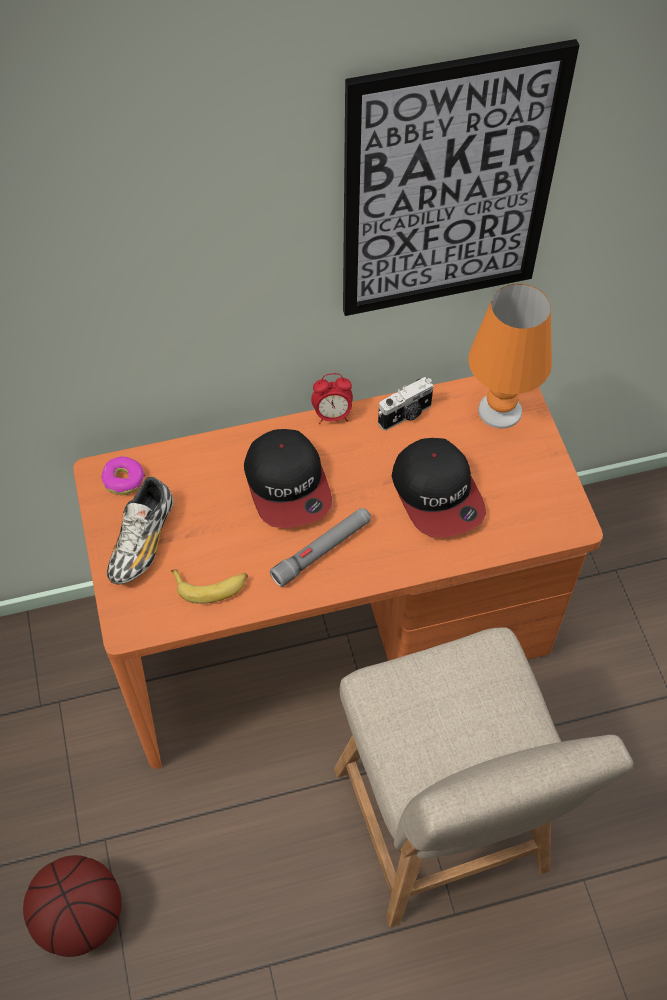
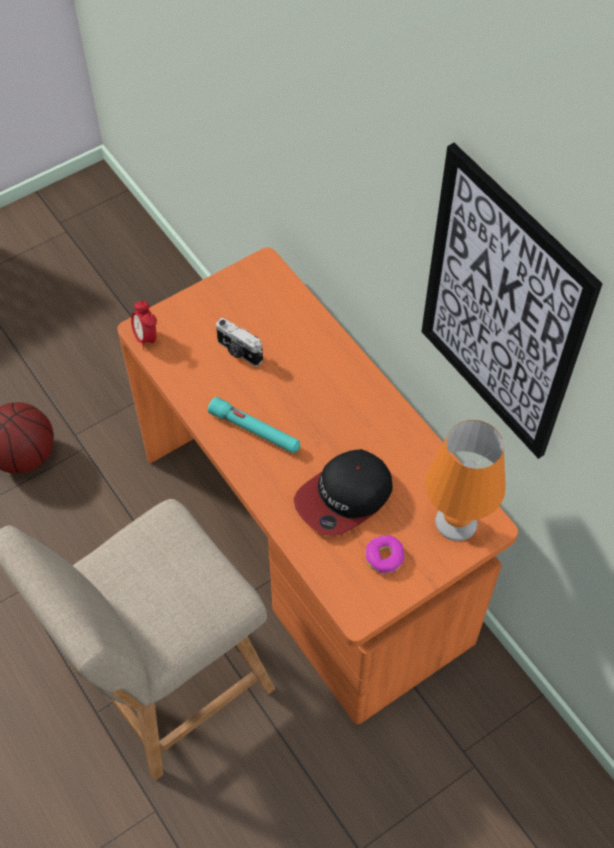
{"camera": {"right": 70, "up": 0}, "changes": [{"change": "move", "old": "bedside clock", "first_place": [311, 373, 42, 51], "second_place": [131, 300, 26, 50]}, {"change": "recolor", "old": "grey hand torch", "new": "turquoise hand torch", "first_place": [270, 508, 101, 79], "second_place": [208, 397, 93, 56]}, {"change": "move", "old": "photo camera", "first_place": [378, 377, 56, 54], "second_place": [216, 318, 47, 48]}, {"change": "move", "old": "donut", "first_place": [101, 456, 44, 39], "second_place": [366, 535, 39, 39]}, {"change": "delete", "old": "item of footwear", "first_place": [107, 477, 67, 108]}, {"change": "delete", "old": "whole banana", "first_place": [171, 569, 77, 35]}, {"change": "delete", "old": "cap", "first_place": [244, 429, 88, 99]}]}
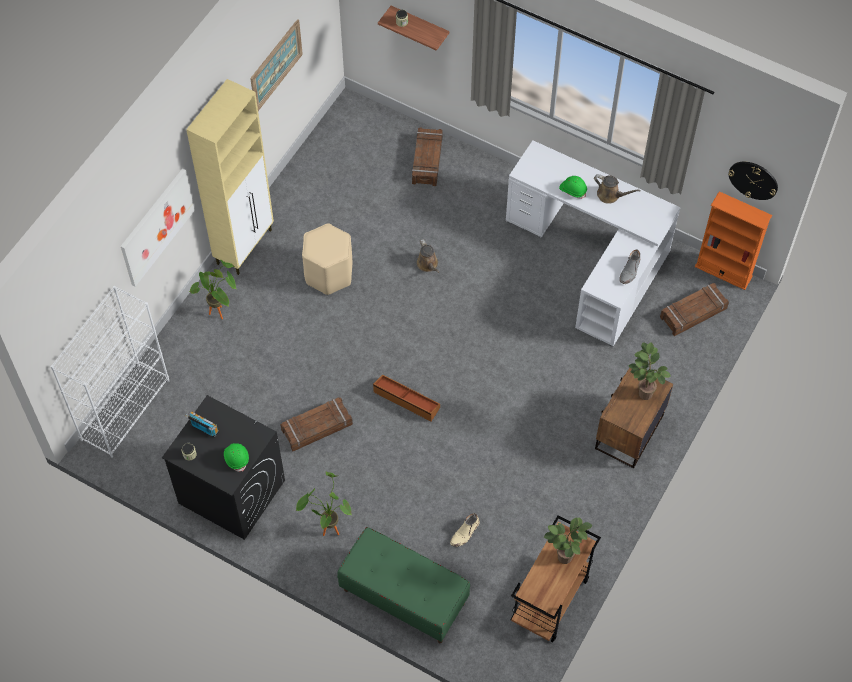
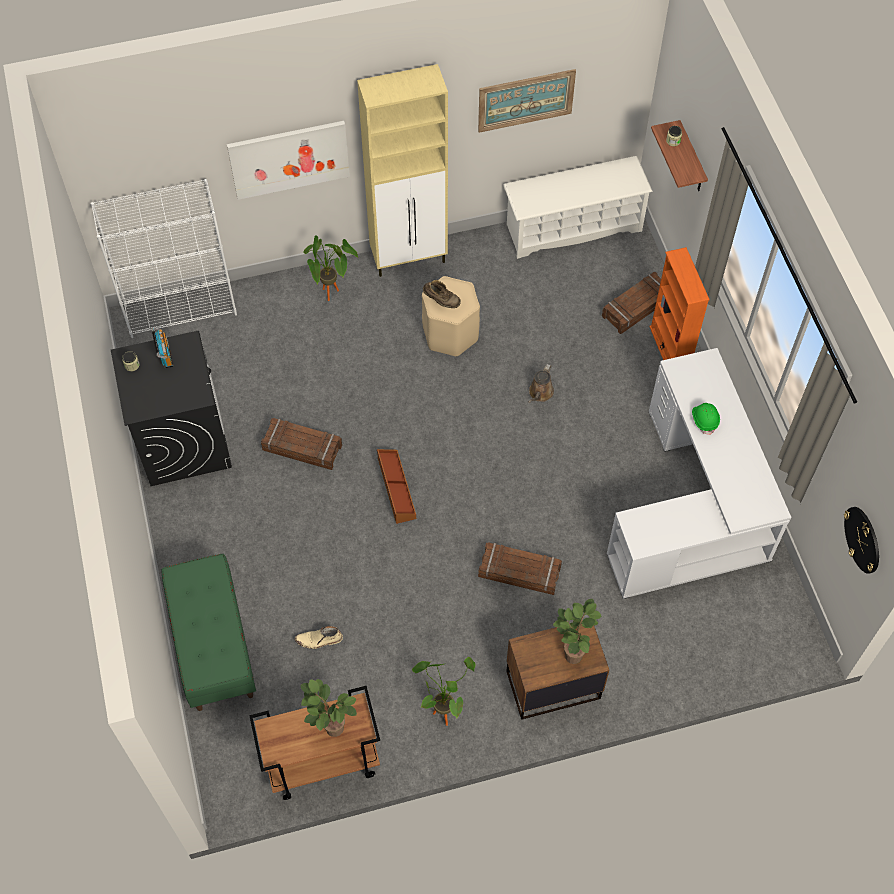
{"camera": {"right": 45, "up": 0}, "changes": [{"change": "move", "old": "houseplant", "first_place": [296, 472, 56, 64], "second_place": [412, 657, 64, 69]}, {"change": "insert", "new": "brownish tall boot", "second_place": [423, 280, 38, 28]}, {"change": "move", "old": "crate", "first_place": [660, 283, 69, 53], "second_place": [478, 542, 84, 53]}, {"change": "insert", "new": "white shoe rack", "second_place": [504, 156, 149, 103]}, {"change": "move", "old": "orangey shelving unit", "first_place": [695, 191, 77, 99], "second_place": [649, 247, 61, 113]}, {"change": "delete", "old": "green-coloured work helmet", "first_place": [224, 443, 25, 29]}, {"change": "delete", "old": "brownish sprinkling can", "first_place": [594, 174, 47, 30]}, {"change": "delete", "old": "grey tall boot", "first_place": [619, 249, 21, 35]}]}
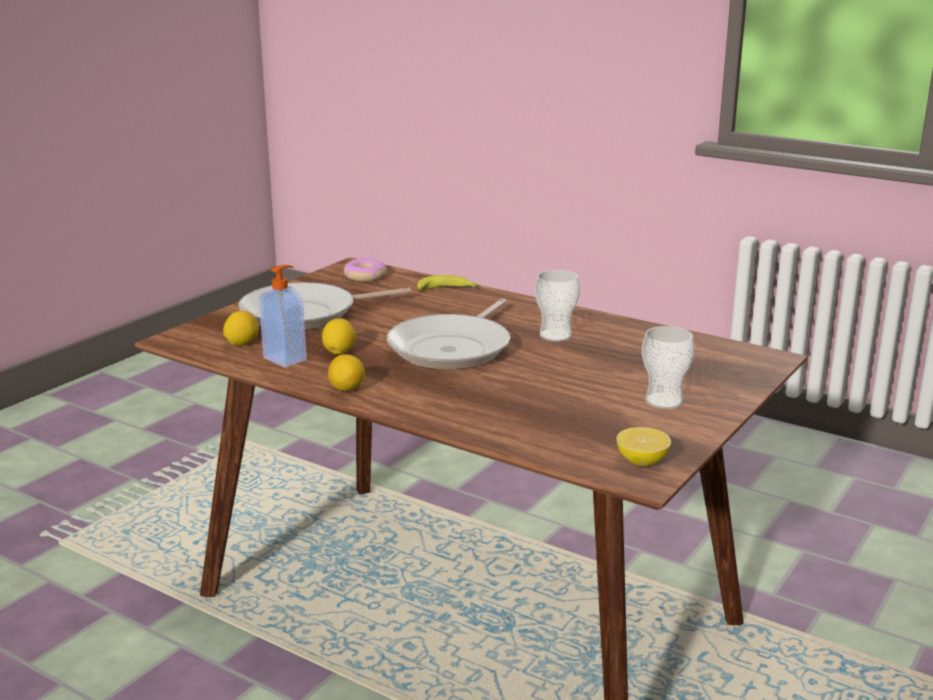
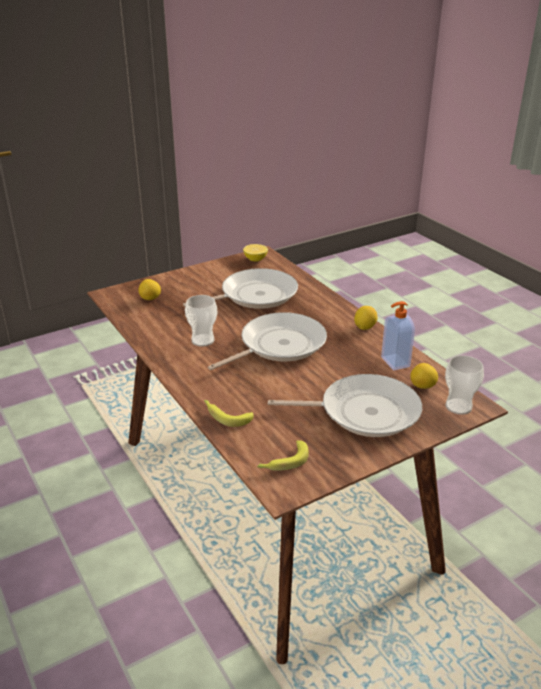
{"camera": {"right": -155, "up": 10}, "changes": [{"change": "move", "old": "whole lemon", "first_place": [322, 318, 34, 37], "second_place": [138, 279, 23, 21]}, {"change": "insert", "new": "skillet", "second_place": [183, 268, 115, 41]}, {"change": "replace", "old": "donut", "new": "whole banana", "first_place": [344, 258, 43, 24], "second_place": [257, 440, 52, 31]}, {"change": "move", "old": "small cup", "first_place": [642, 326, 53, 83], "second_place": [445, 355, 39, 60]}]}
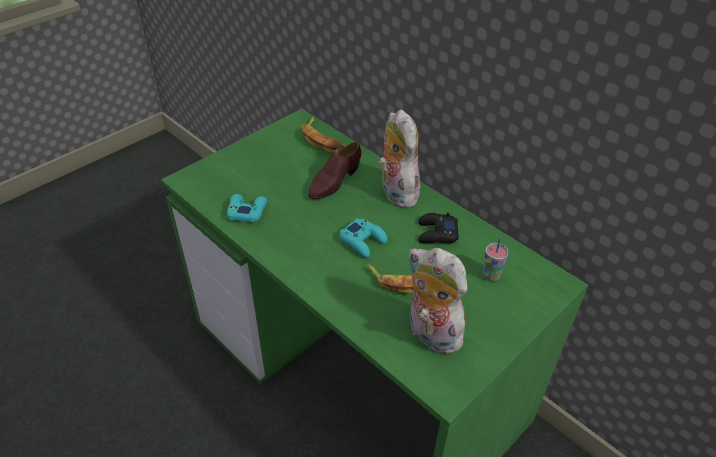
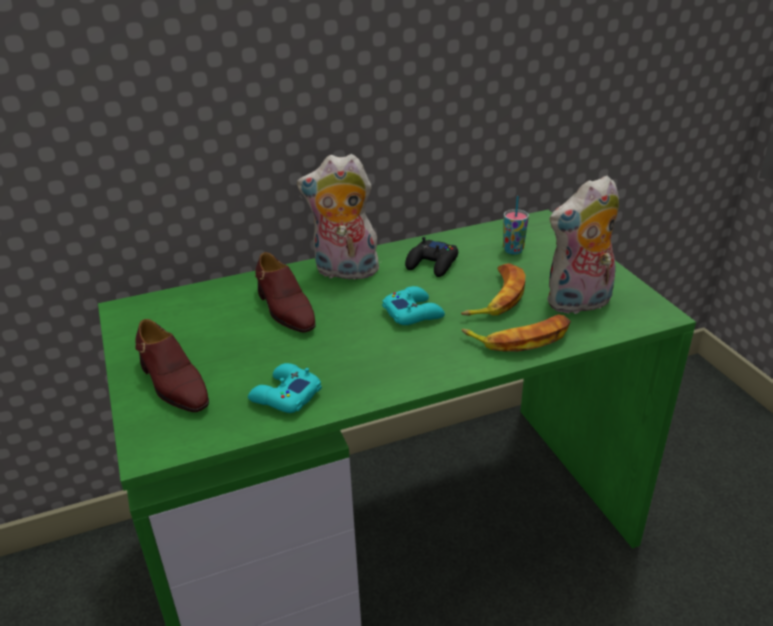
{"camera": {"right": -65, "up": -10}, "changes": [{"change": "insert", "new": "brownish item of footwear", "second_place": [135, 319, 74, 93]}, {"change": "move", "old": "whole banana", "first_place": [302, 117, 43, 36], "second_place": [462, 315, 109, 37]}]}
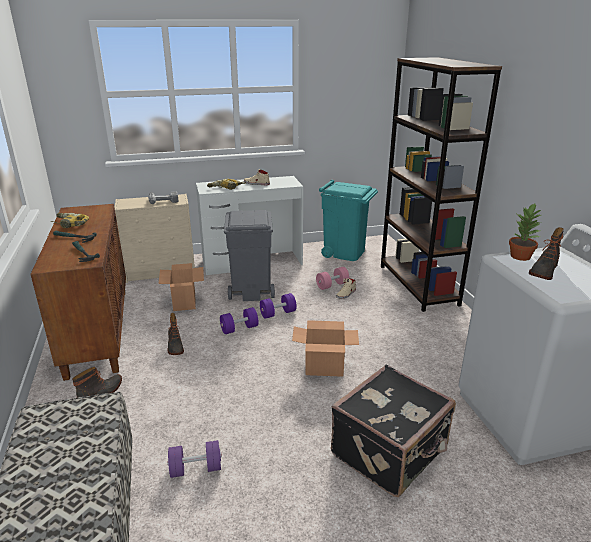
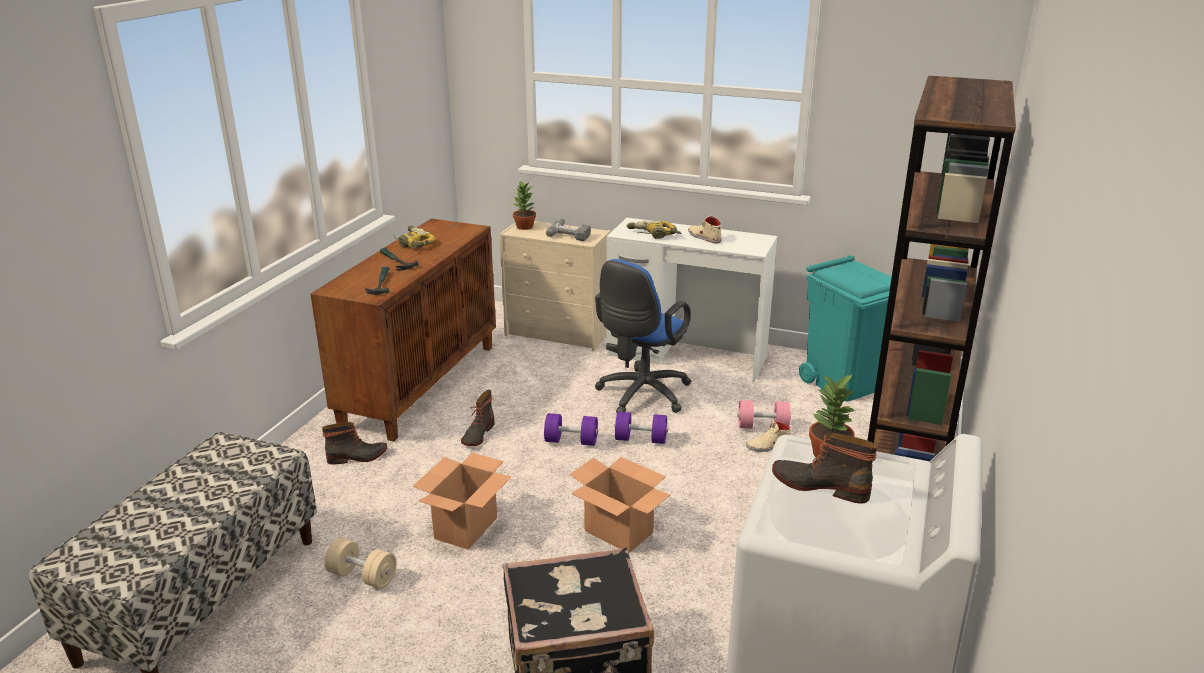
{"camera": {"right": 35, "up": 0}, "changes": [{"change": "recolor", "old": "purple free weight", "new": "sand-coloured free weight", "first_place": [167, 440, 55, 38], "second_place": [324, 538, 73, 51]}, {"change": "move", "old": "packing box", "first_place": [158, 263, 46, 48], "second_place": [413, 453, 98, 97]}, {"change": "insert", "new": "houseplant", "second_place": [512, 182, 24, 48]}, {"change": "replace", "old": "grey rubbish bin", "new": "blue-coloured desk chair", "first_place": [224, 210, 51, 91], "second_place": [595, 259, 96, 154]}, {"change": "rotate", "old": "tall boot", "first_place": [529, 227, 35, 53], "second_place": [772, 433, 105, 71], "degrees": 45}]}
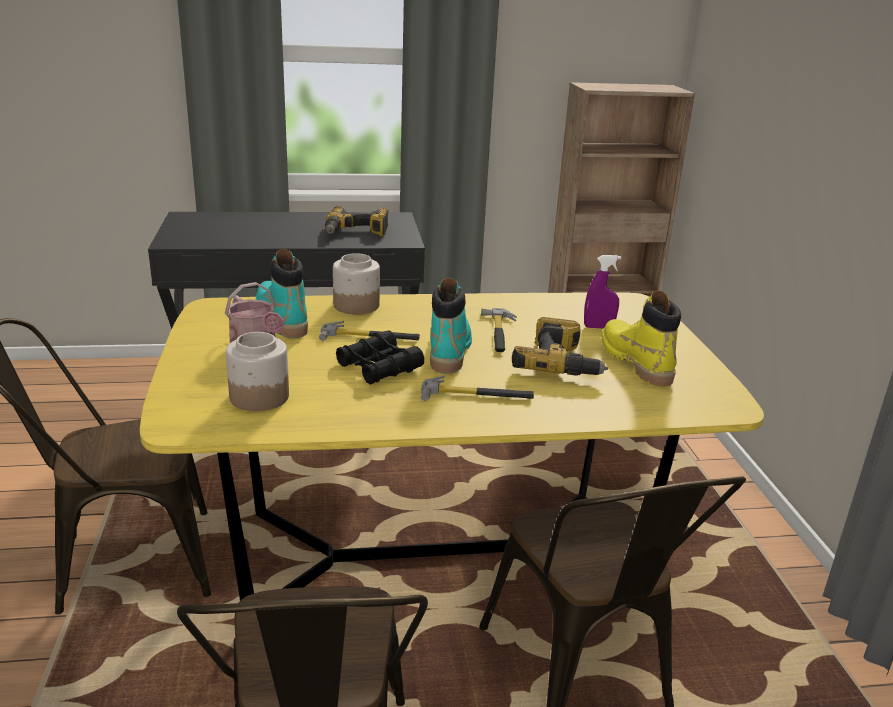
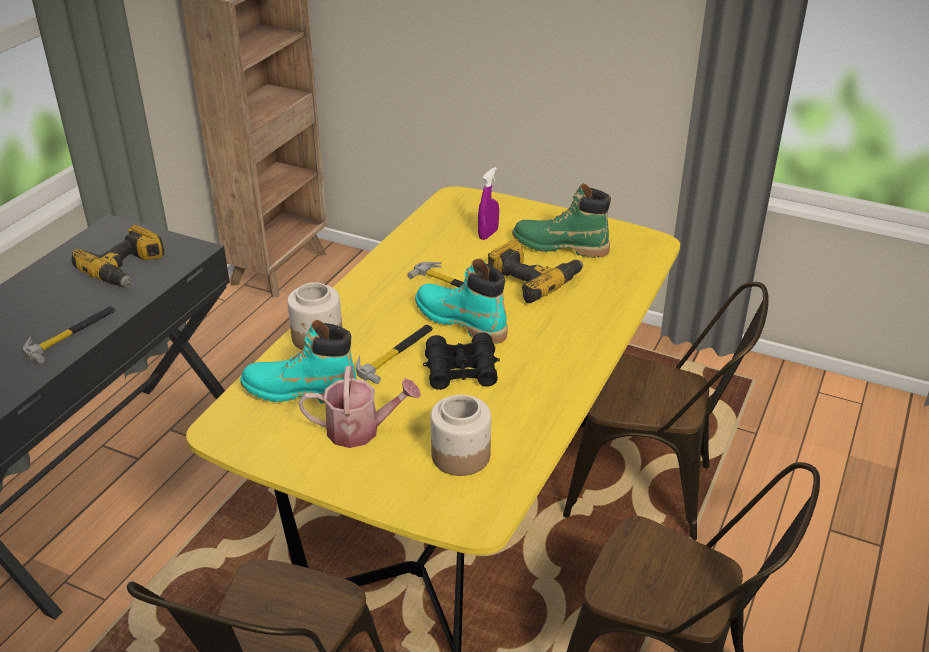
{"camera": {"right": -55, "up": 10}, "changes": [{"change": "move", "old": "hand hammer", "first_place": [421, 375, 113, 26], "second_place": [23, 306, 92, 58]}, {"change": "recolor", "old": "yellow-coloured tall boot", "new": "green-coloured tall boot", "first_place": [601, 291, 80, 96], "second_place": [512, 183, 99, 75]}]}
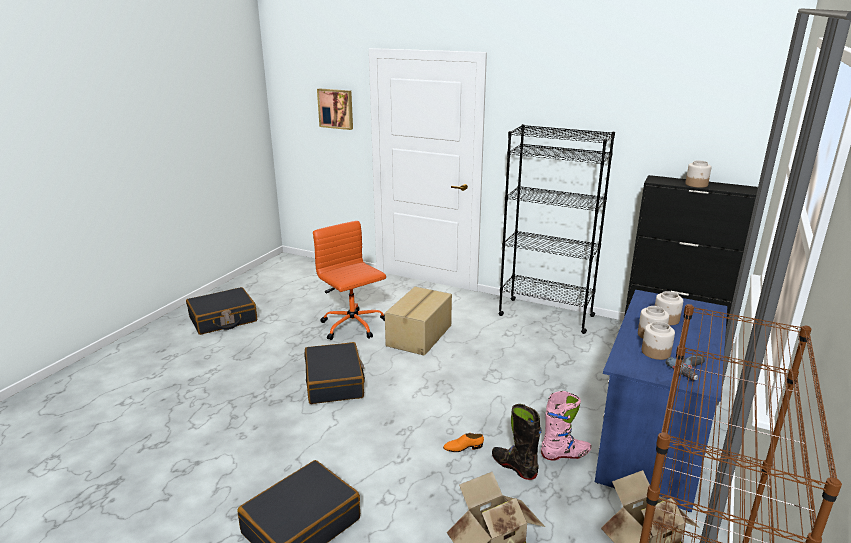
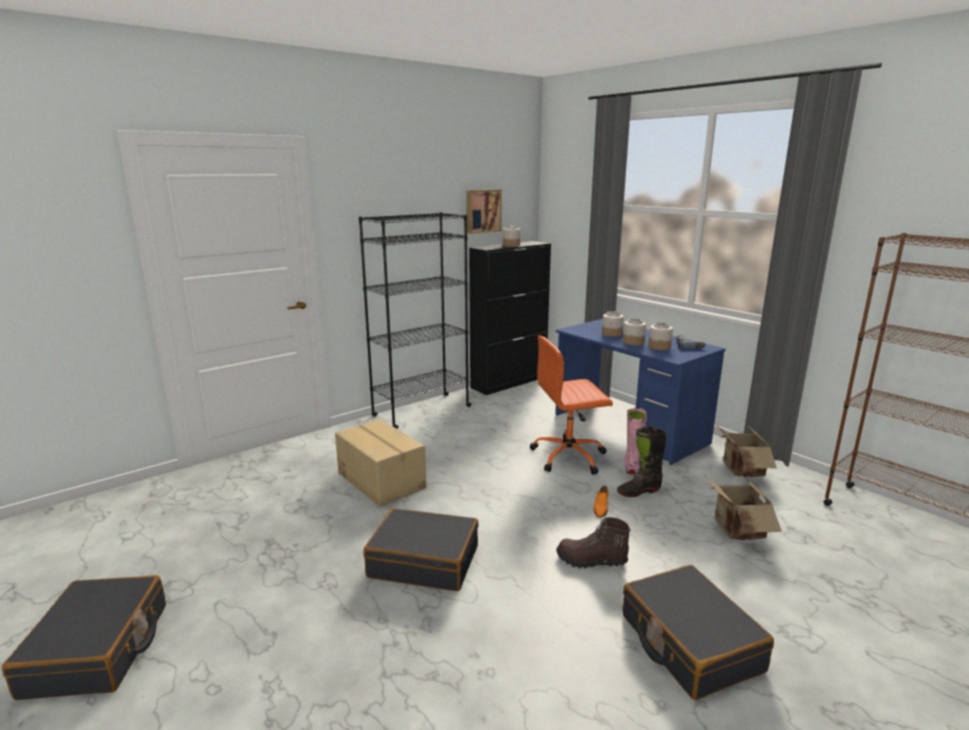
{"camera": {"right": -65, "up": -5}, "changes": [{"change": "move", "old": "wall picture", "first_place": [317, 88, 36, 42], "second_place": [466, 189, 36, 45]}, {"change": "move", "old": "orangey desk chair", "first_place": [313, 221, 73, 119], "second_place": [530, 335, 83, 140]}, {"change": "insert", "new": "brownish tall boot", "second_place": [556, 517, 74, 51]}]}
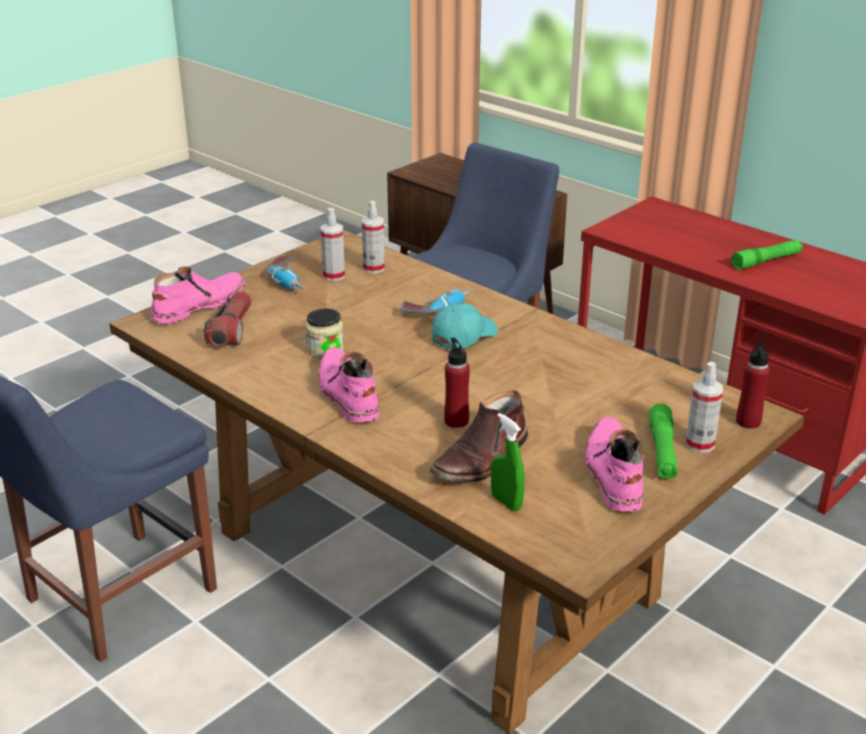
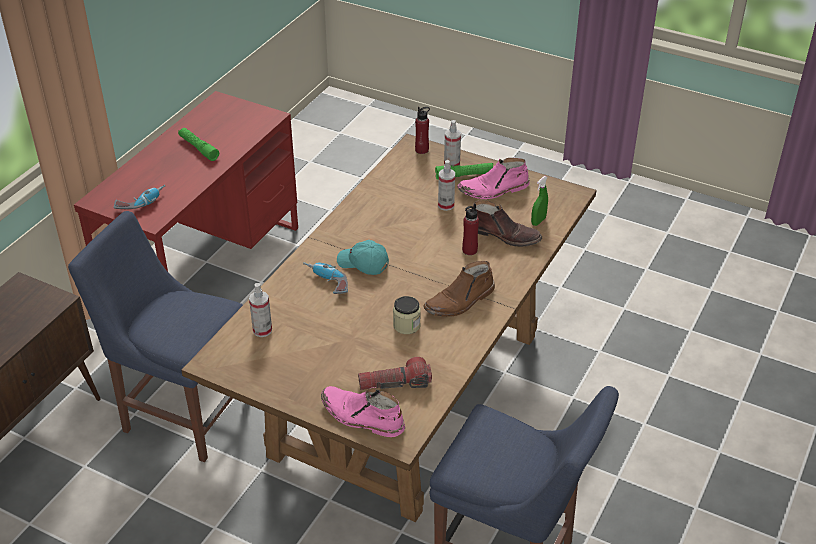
{"camera": {"right": -105, "up": 10}, "changes": [{"change": "move", "old": "electric drill", "first_place": [267, 256, 39, 34], "second_place": [114, 185, 52, 24]}, {"change": "recolor", "old": "pink tall boot", "new": "brownish tall boot", "first_place": [318, 348, 61, 75], "second_place": [423, 261, 72, 56]}, {"change": "move", "old": "spray bottle", "first_place": [321, 208, 24, 73], "second_place": [438, 160, 17, 51]}]}
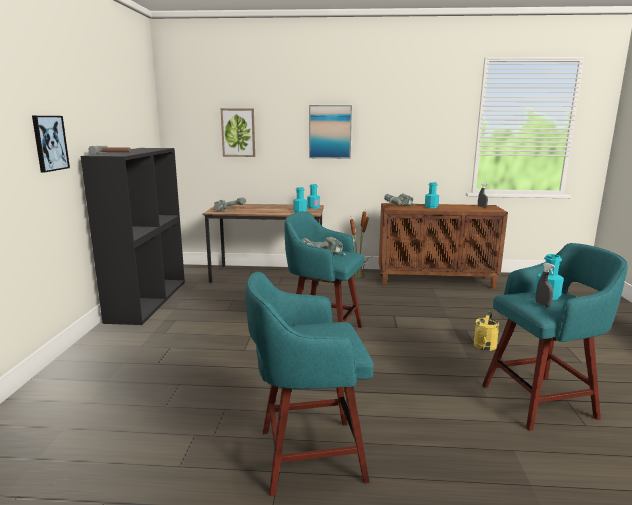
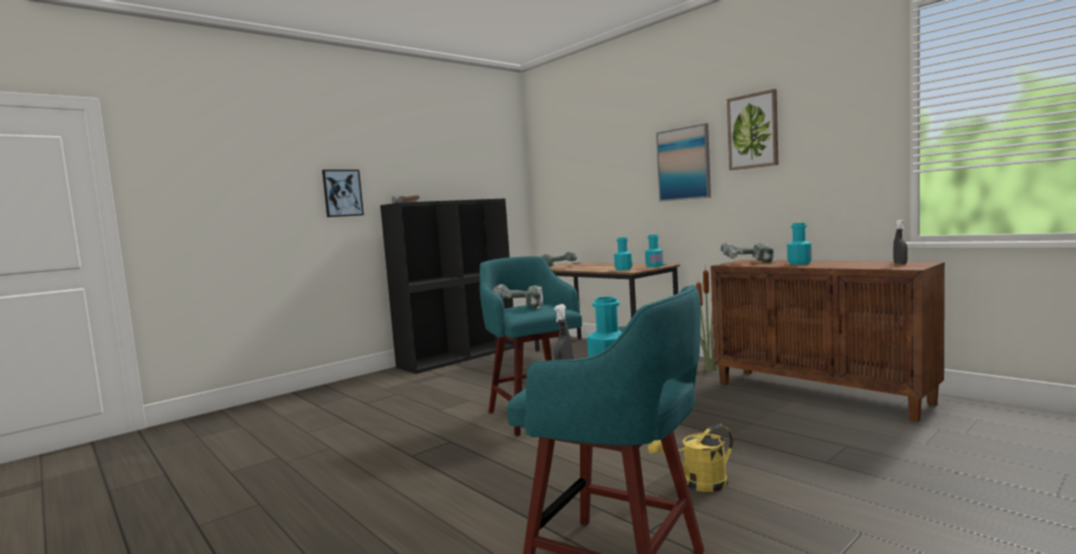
{"camera": {"right": 45, "up": -10}, "changes": [{"change": "move", "old": "wall picture", "first_place": [221, 108, 34, 49], "second_place": [727, 89, 51, 81]}, {"change": "delete", "old": "turquoise sitting stool", "first_place": [245, 272, 129, 224]}]}
